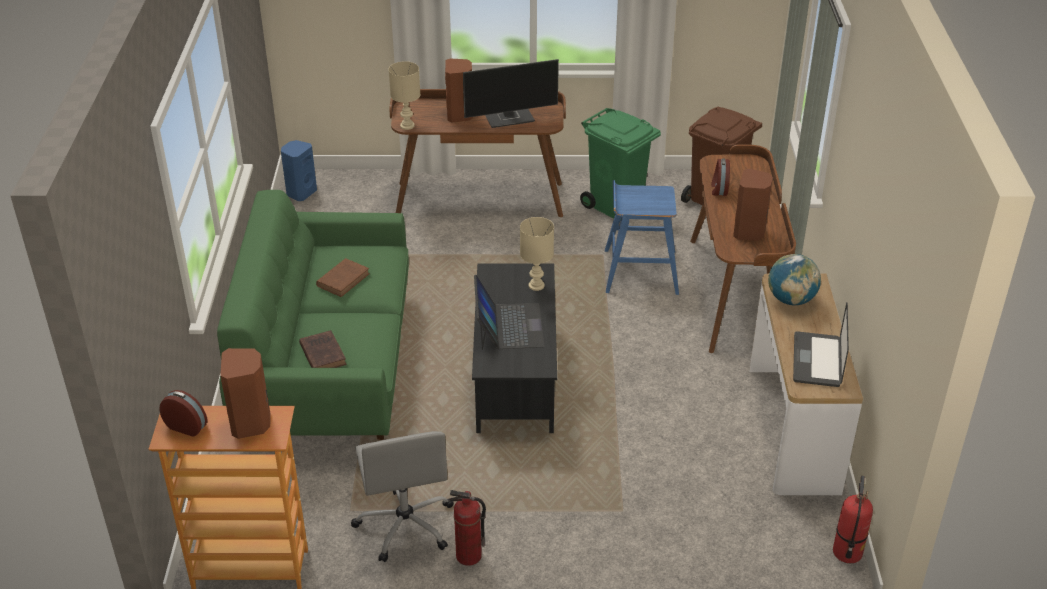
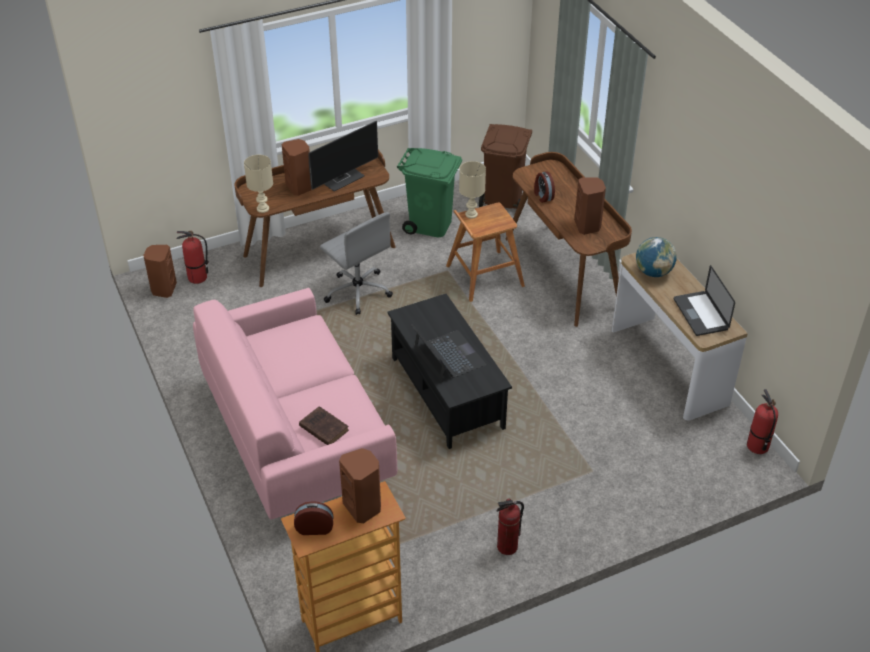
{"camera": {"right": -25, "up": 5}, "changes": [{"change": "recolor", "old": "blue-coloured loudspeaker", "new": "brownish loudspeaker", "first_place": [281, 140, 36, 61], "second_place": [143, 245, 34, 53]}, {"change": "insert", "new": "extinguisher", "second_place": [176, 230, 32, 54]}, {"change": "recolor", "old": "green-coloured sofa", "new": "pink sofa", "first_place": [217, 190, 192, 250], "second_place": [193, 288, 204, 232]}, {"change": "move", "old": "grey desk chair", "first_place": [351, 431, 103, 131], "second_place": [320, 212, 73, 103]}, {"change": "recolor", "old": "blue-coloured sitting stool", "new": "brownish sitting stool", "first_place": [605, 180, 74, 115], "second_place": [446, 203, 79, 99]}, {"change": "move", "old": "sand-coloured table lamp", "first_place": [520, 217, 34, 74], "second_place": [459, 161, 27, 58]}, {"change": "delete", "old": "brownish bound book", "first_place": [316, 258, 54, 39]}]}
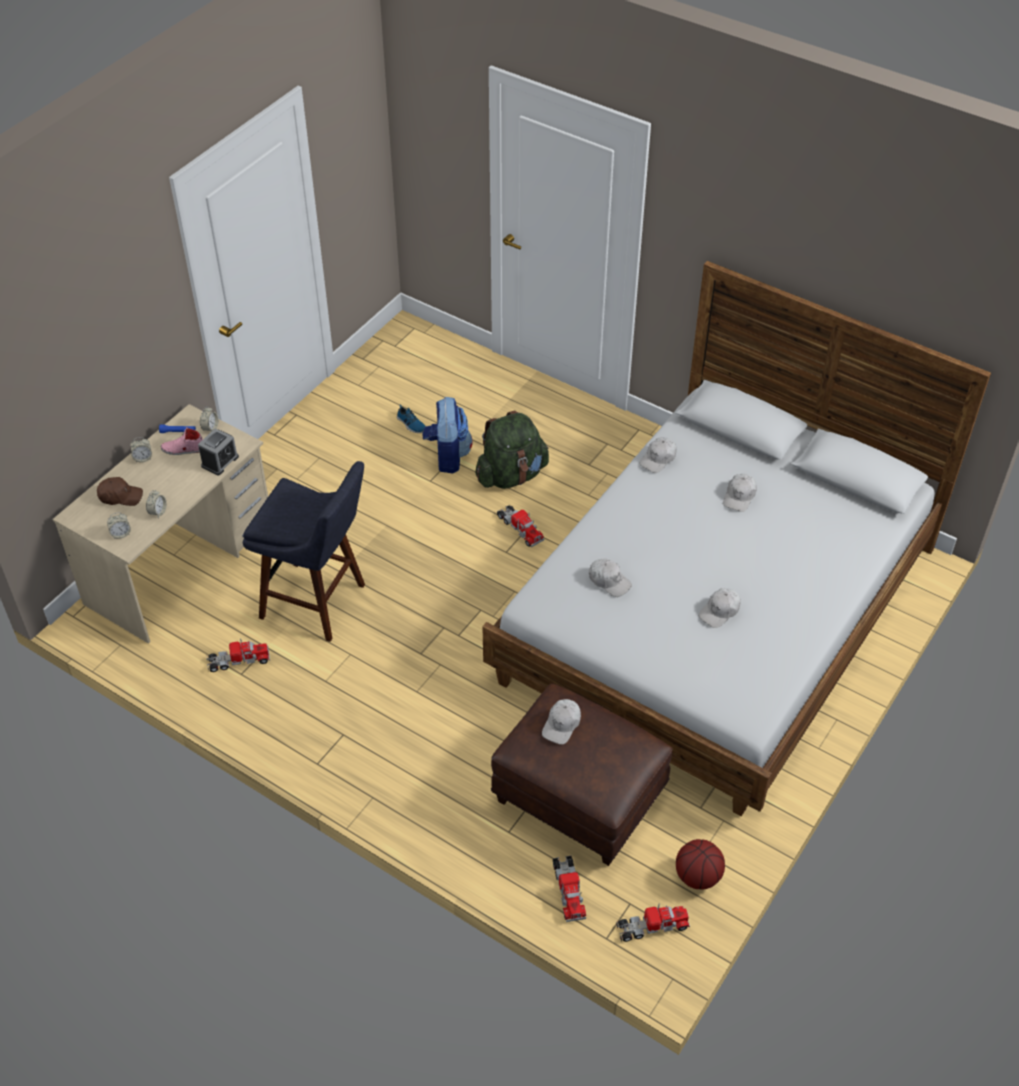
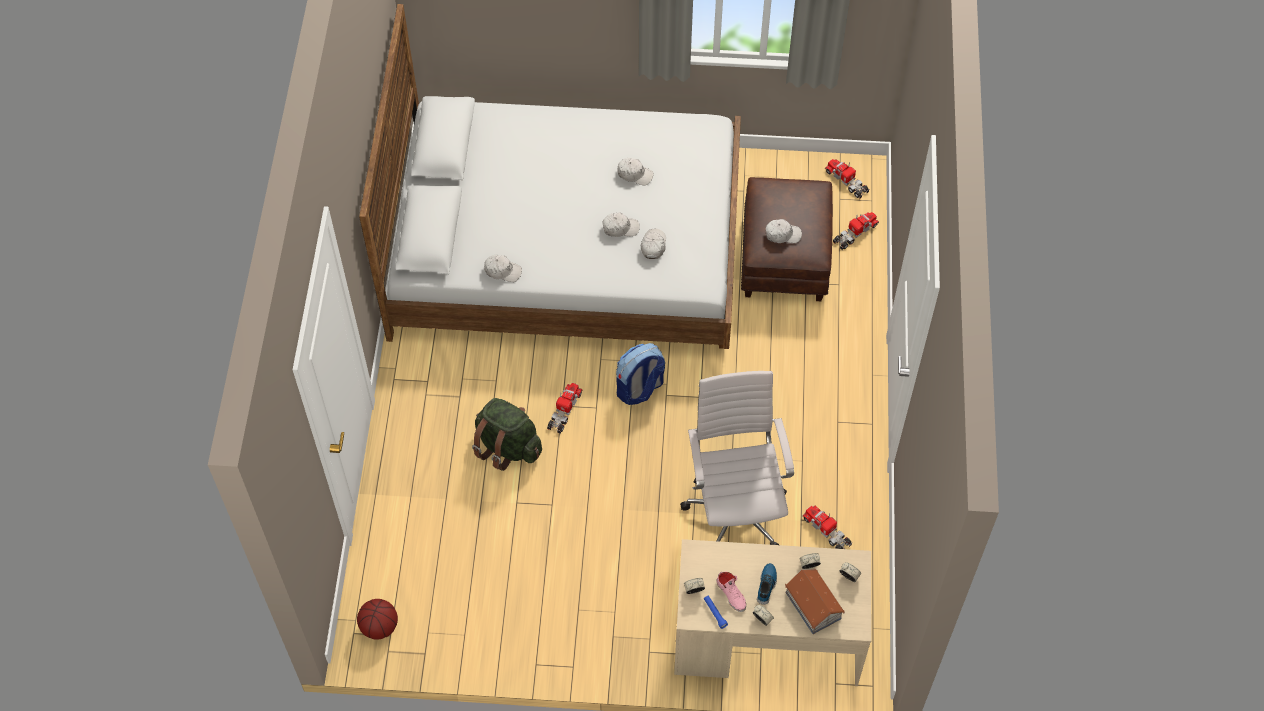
{"camera": {"right": -120, "up": 10}, "changes": [{"change": "move", "old": "basketball", "first_place": [676, 839, 49, 51], "second_place": [357, 599, 41, 41]}, {"change": "move", "old": "white cap", "first_place": [723, 474, 34, 38], "second_place": [602, 213, 38, 24]}, {"change": "move", "old": "knapsack", "first_place": [423, 397, 50, 76], "second_place": [616, 343, 49, 62]}, {"change": "replace", "old": "blue-coloured sitting stool", "new": "white desk chair", "first_place": [243, 461, 122, 181], "second_place": [680, 371, 114, 174]}, {"change": "move", "old": "item of footwear", "first_place": [397, 404, 29, 29], "second_place": [757, 563, 20, 42]}, {"change": "replace", "old": "brownish cap", "new": "model house", "first_place": [97, 477, 46, 29], "second_place": [785, 569, 60, 65]}, {"change": "delete", "old": "bedside clock", "first_place": [198, 428, 41, 47]}]}
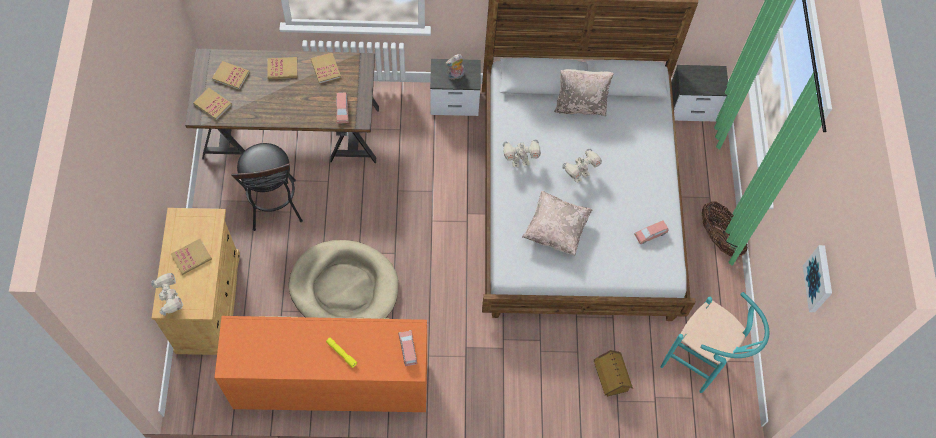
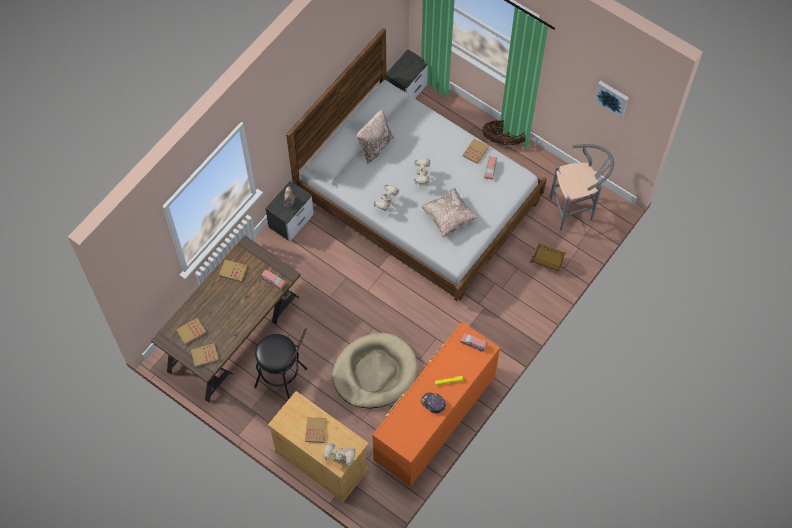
{"camera": {"right": -50, "up": 0}, "changes": [{"change": "insert", "new": "cap", "second_place": [421, 392, 25, 21]}, {"change": "move", "old": "bound book", "first_place": [267, 57, 31, 22], "second_place": [463, 138, 26, 26]}, {"change": "recolor", "old": "turquoise sitting stool", "new": "grey sitting stool", "first_place": [661, 292, 108, 101], "second_place": [550, 144, 64, 87]}]}
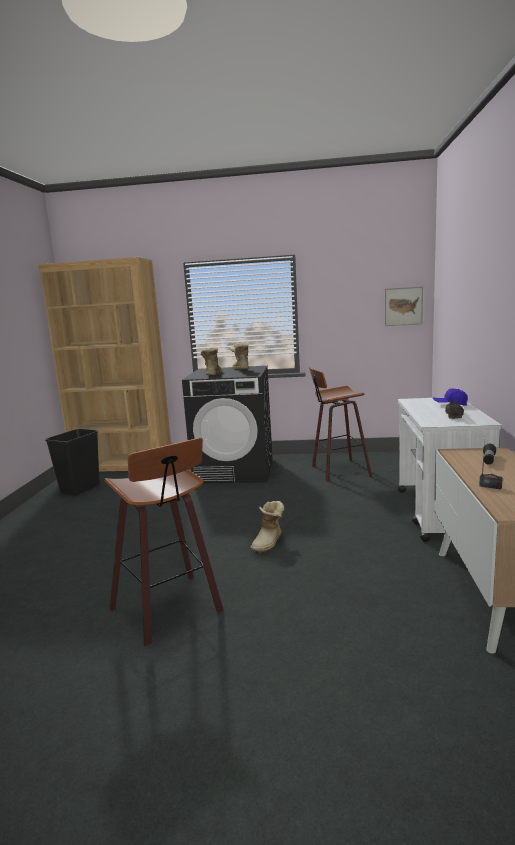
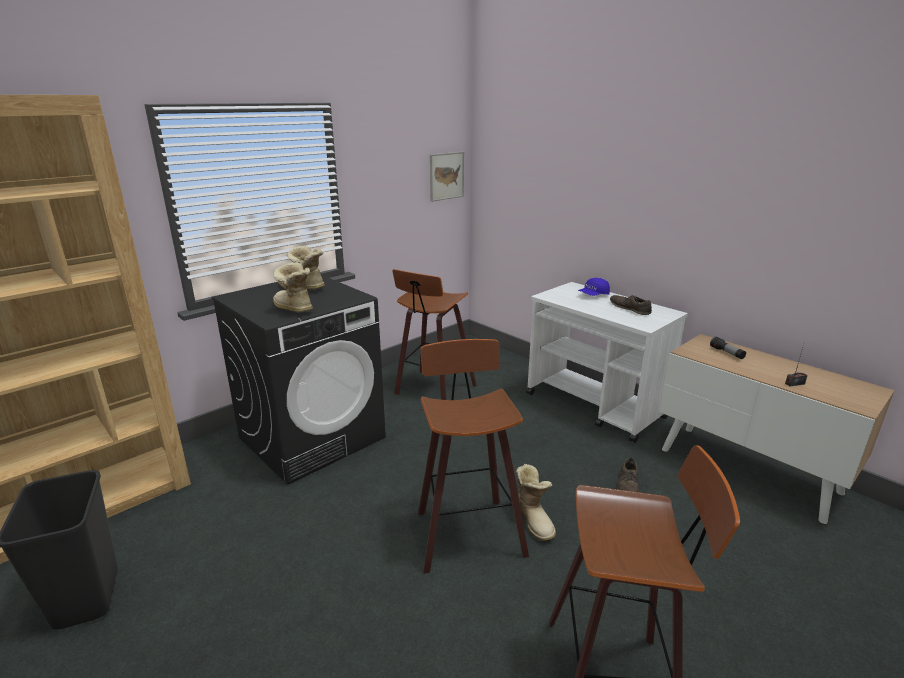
{"camera": {"right": -50, "up": 10}, "changes": [{"change": "insert", "new": "sitting stool", "second_place": [418, 339, 111, 235]}, {"change": "insert", "new": "brownish item of footwear", "second_place": [618, 458, 21, 34]}]}
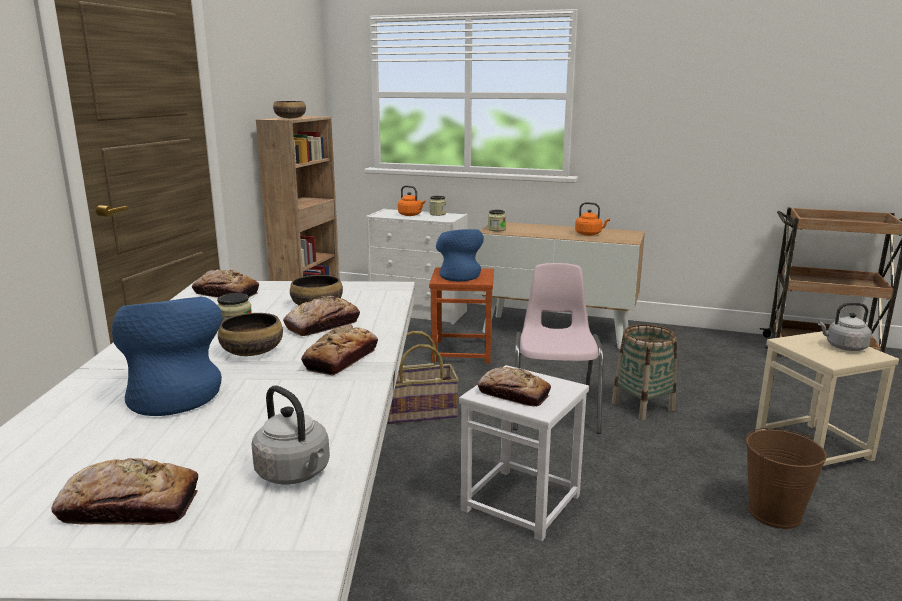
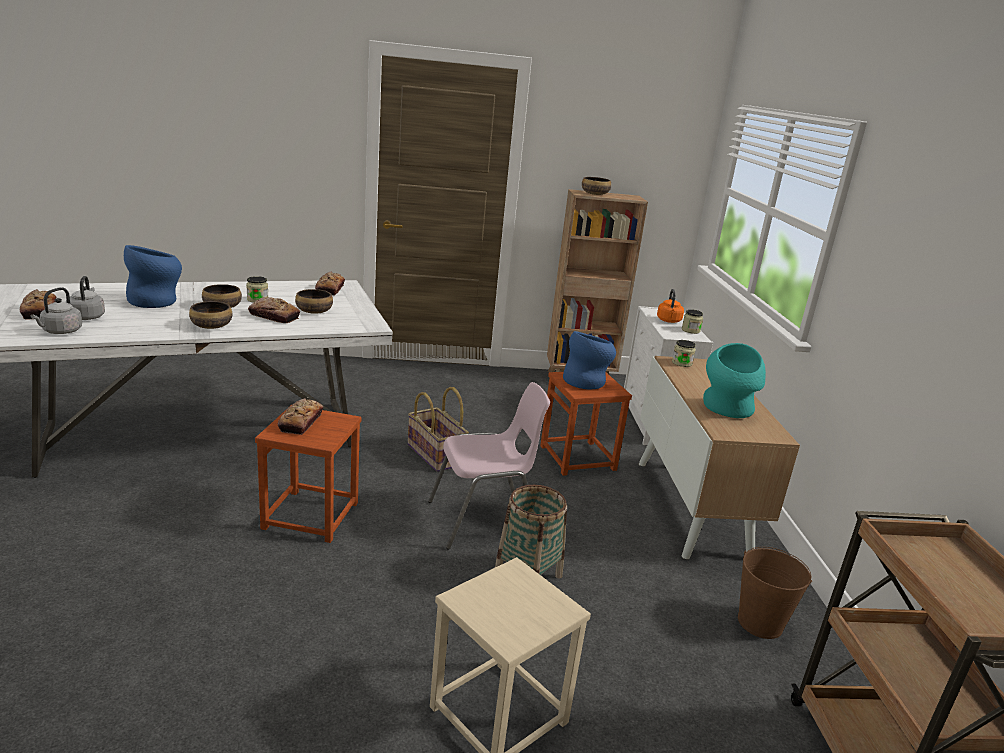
{"camera": {"right": 65, "up": 5}, "changes": [{"change": "move", "old": "grey water kettle", "first_place": [818, 302, 54, 49], "second_place": [66, 276, 39, 44]}, {"change": "replace", "old": "bakery bread", "new": "serving bowl", "first_place": [301, 324, 77, 52], "second_place": [189, 301, 44, 28]}, {"change": "recolor", "old": "white sitting stool", "new": "brownish sitting stool", "first_place": [459, 365, 130, 176], "second_place": [255, 407, 106, 136]}, {"change": "replace", "old": "orangey water kettle", "new": "turquoise decorative vase", "first_place": [575, 202, 35, 34], "second_place": [703, 343, 63, 75]}, {"change": "move", "old": "brownish bucket", "first_place": [746, 428, 81, 101], "second_place": [738, 547, 74, 92]}]}
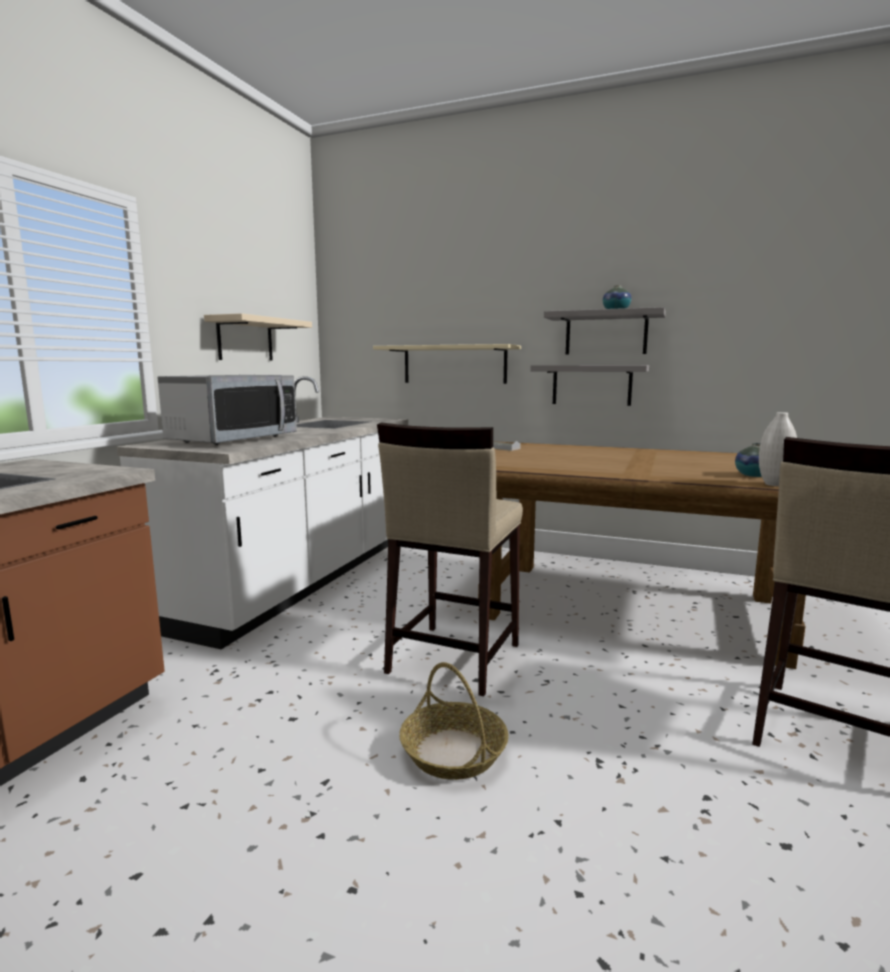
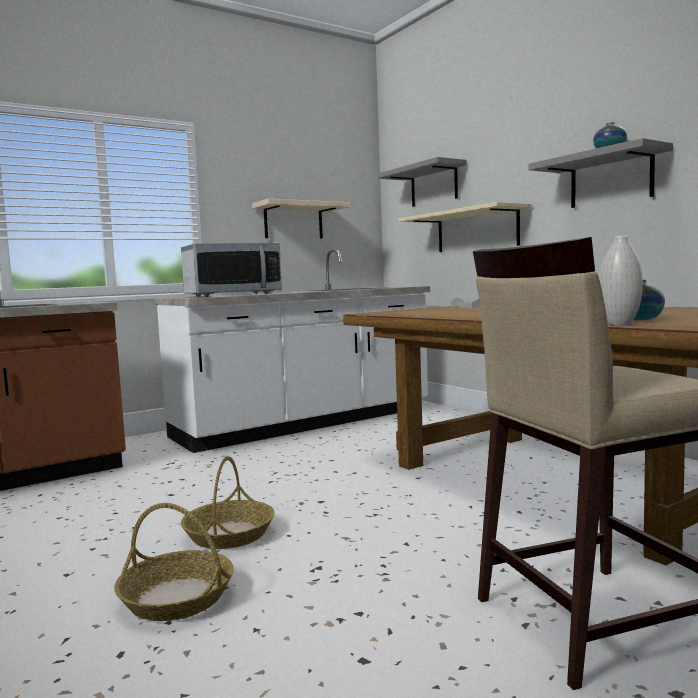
{"camera": {"right": 35, "up": -5}, "changes": [{"change": "insert", "new": "storage basket", "second_place": [114, 503, 120, 118]}, {"change": "move", "old": "grey shelf", "first_place": [530, 365, 119, 41], "second_place": [377, 157, 90, 50]}, {"change": "delete", "old": "sand-coloured sitting stool", "first_place": [377, 422, 146, 274]}]}
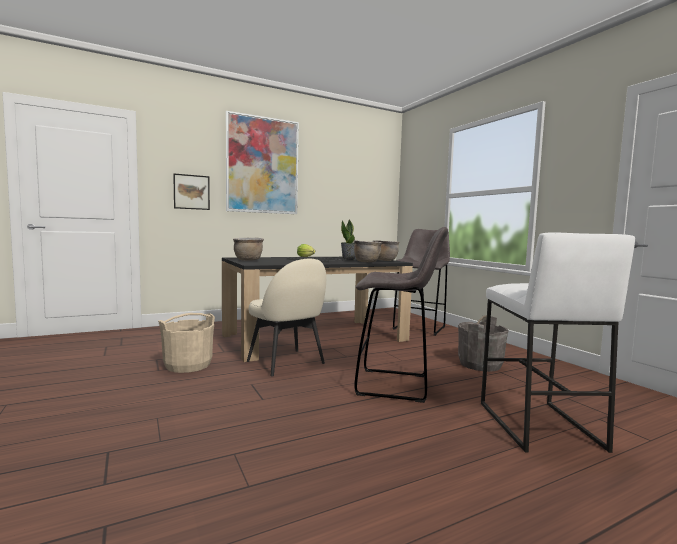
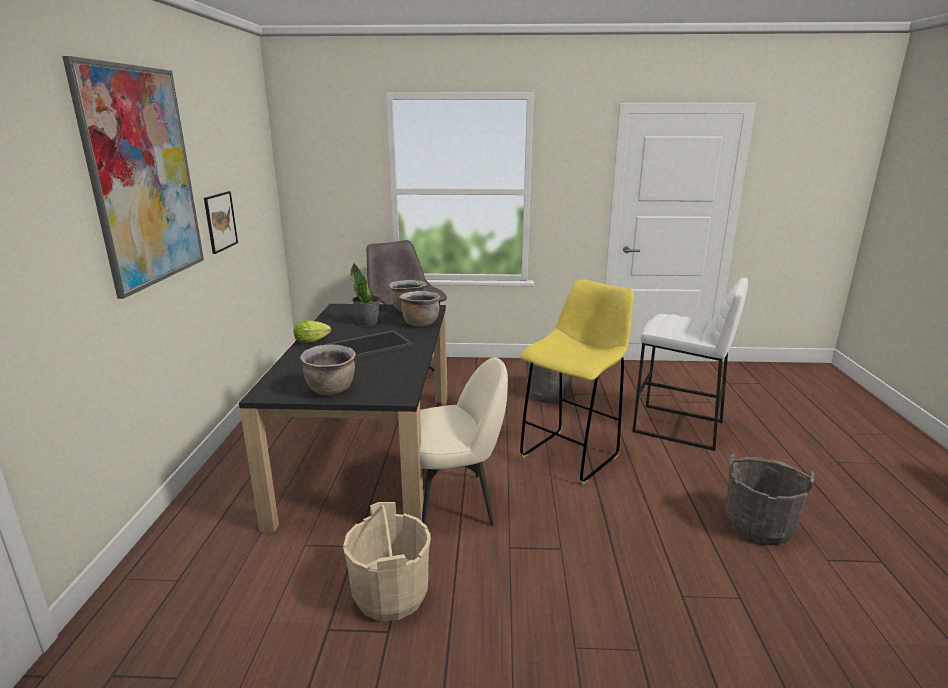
{"camera": {"right": -60, "up": 15}, "changes": [{"change": "move", "old": "wall picture", "first_place": [173, 173, 37, 37], "second_place": [204, 191, 34, 63]}, {"change": "recolor", "old": "grey sitting stool", "new": "yellow-coloured sitting stool", "first_place": [354, 227, 94, 176], "second_place": [520, 280, 114, 205]}, {"change": "insert", "new": "grey bucket", "second_place": [725, 454, 90, 91]}]}
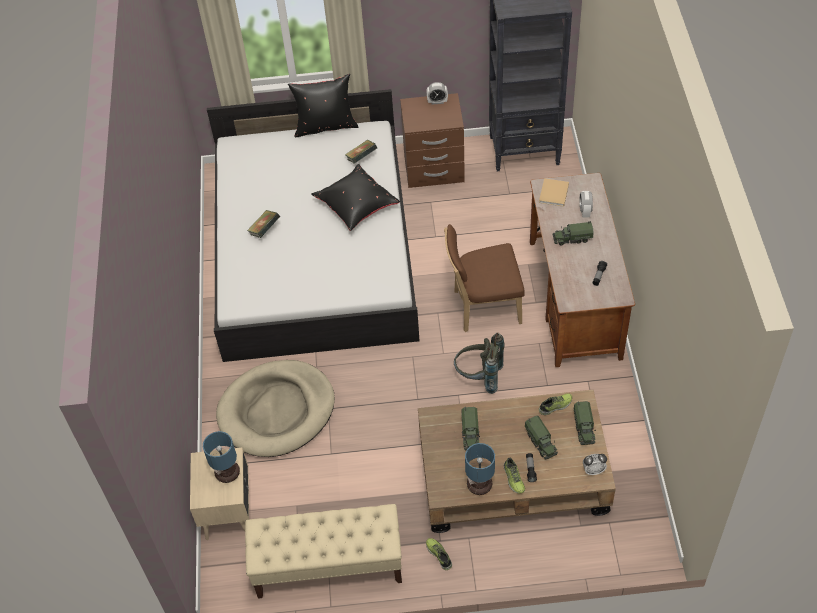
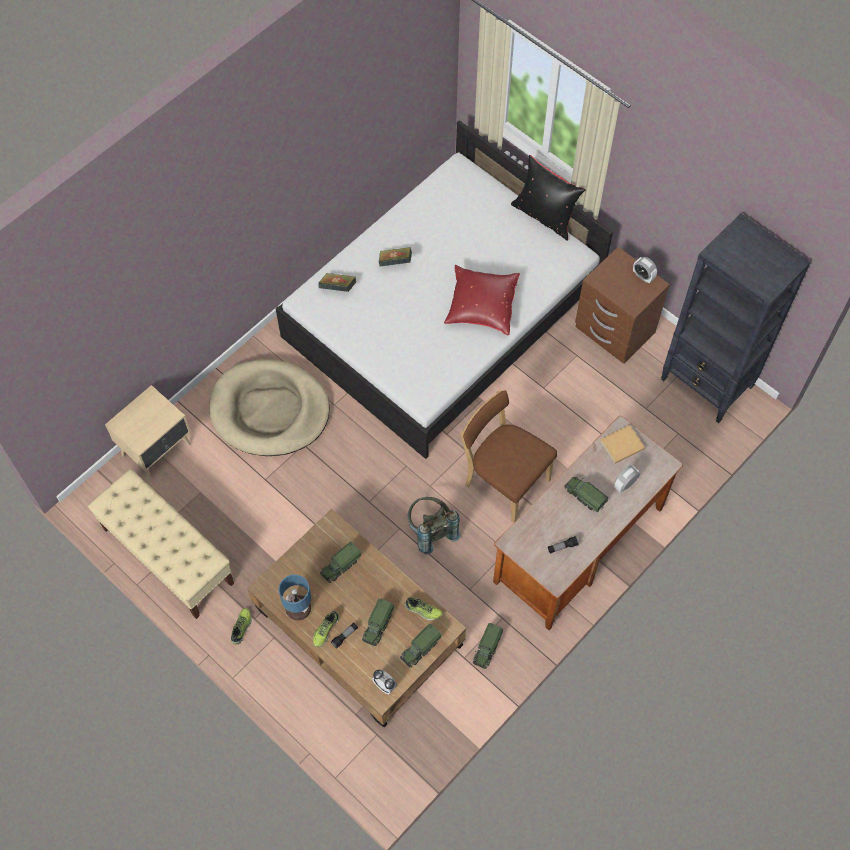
{"camera": {"right": 45, "up": 10}, "changes": [{"change": "move", "old": "bound book", "first_place": [345, 140, 32, 24], "second_place": [318, 273, 38, 19]}, {"change": "recolor", "old": "black-coloured cushion", "new": "red-coloured cushion", "first_place": [311, 164, 89, 67], "second_place": [444, 265, 76, 70]}, {"change": "insert", "new": "model truck", "second_place": [473, 623, 30, 46]}, {"change": "delete", "old": "table lamp", "first_place": [203, 431, 37, 52]}]}
